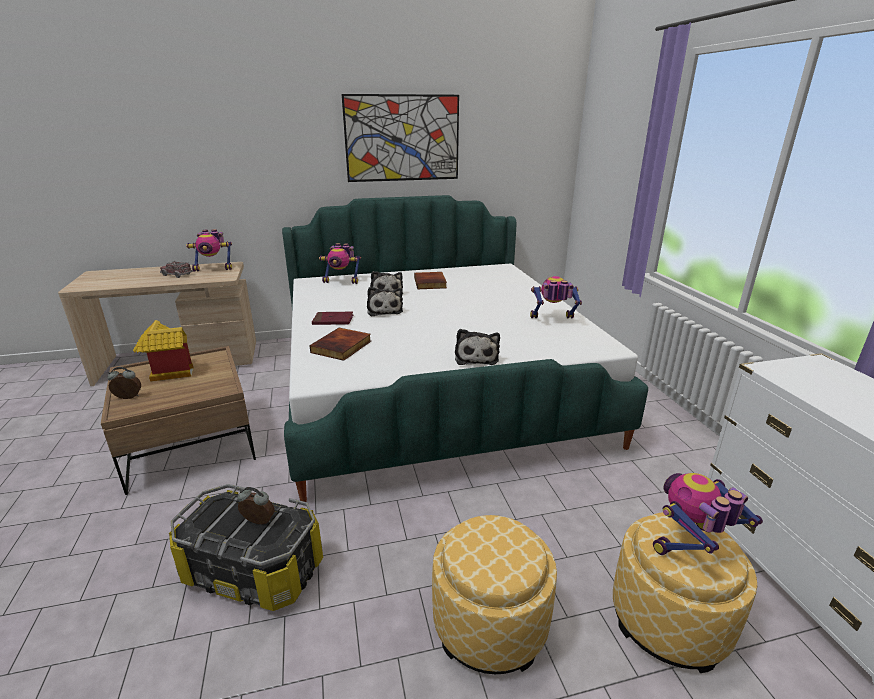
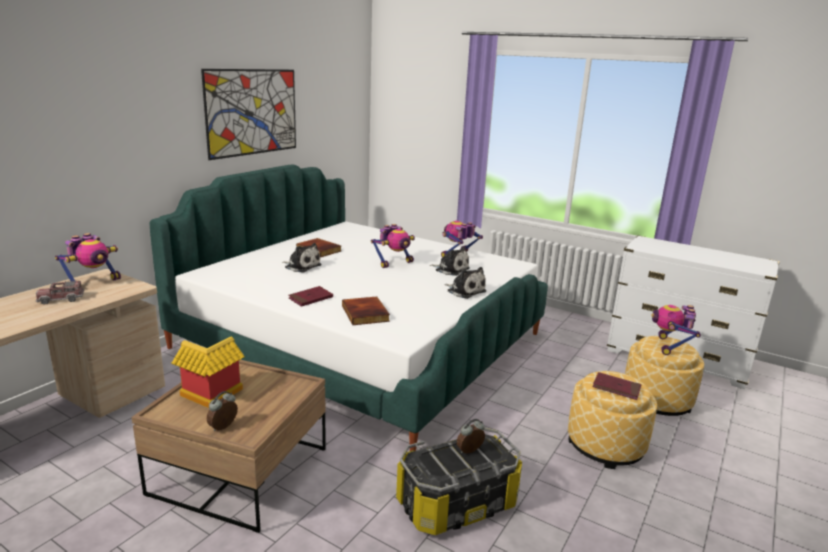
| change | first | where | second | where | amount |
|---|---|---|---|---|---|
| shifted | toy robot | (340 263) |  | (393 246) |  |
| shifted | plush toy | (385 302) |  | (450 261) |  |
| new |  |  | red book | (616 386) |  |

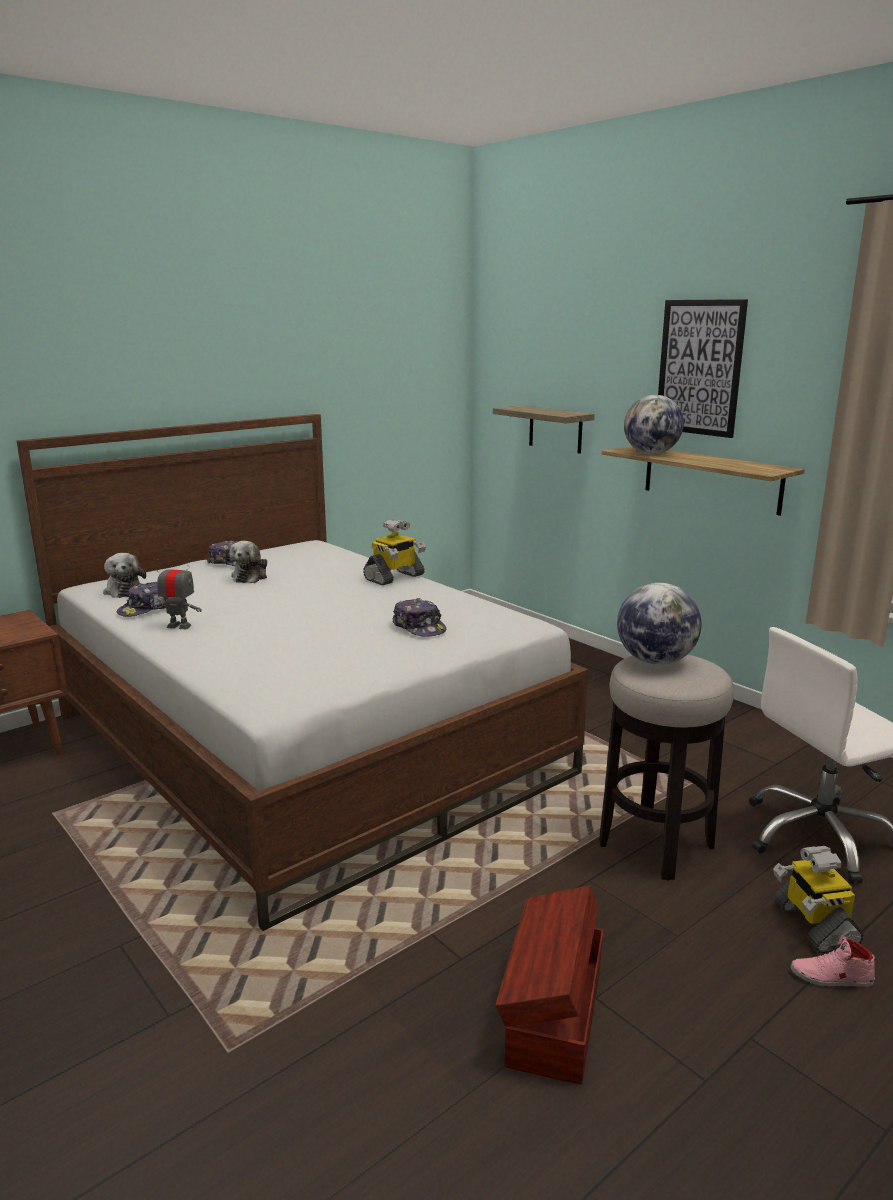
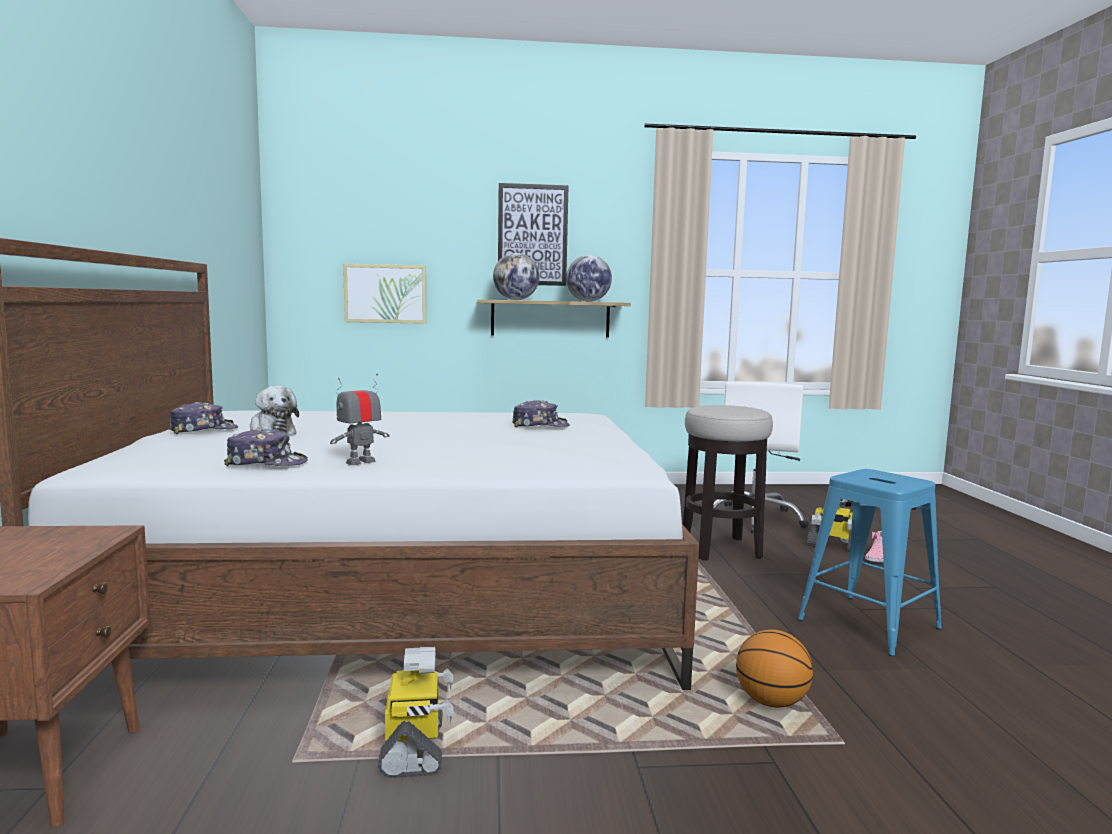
| change | first | where | second | where | amount |
|---|---|---|---|---|---|
| swapped | shelf | (544 429) | picture | (384 293) |  |
| shifted | toy robot | (394 552) |  | (416 712) |  |
| gone | plush toy | (124 575) |  |  |  |
| rotated | cap | (142 599) |  | (266 447) | 75 degrees counterclockwise |
| shifted | globe | (659 624) |  | (589 278) |  |
| swapped | brown storage box | (549 985) | blue stool | (869 562) |  |
| new |  |  | basketball | (774 668) |  |

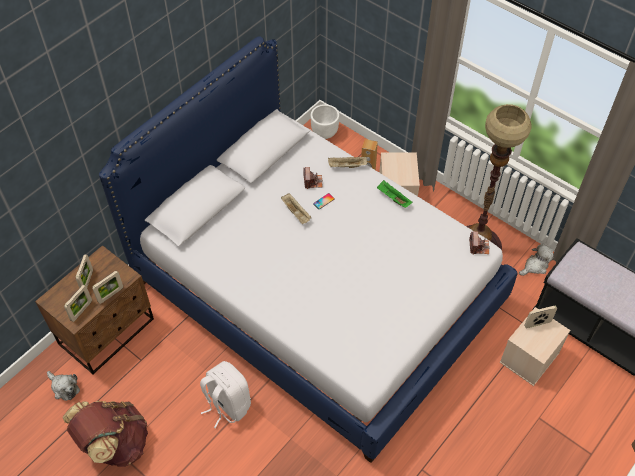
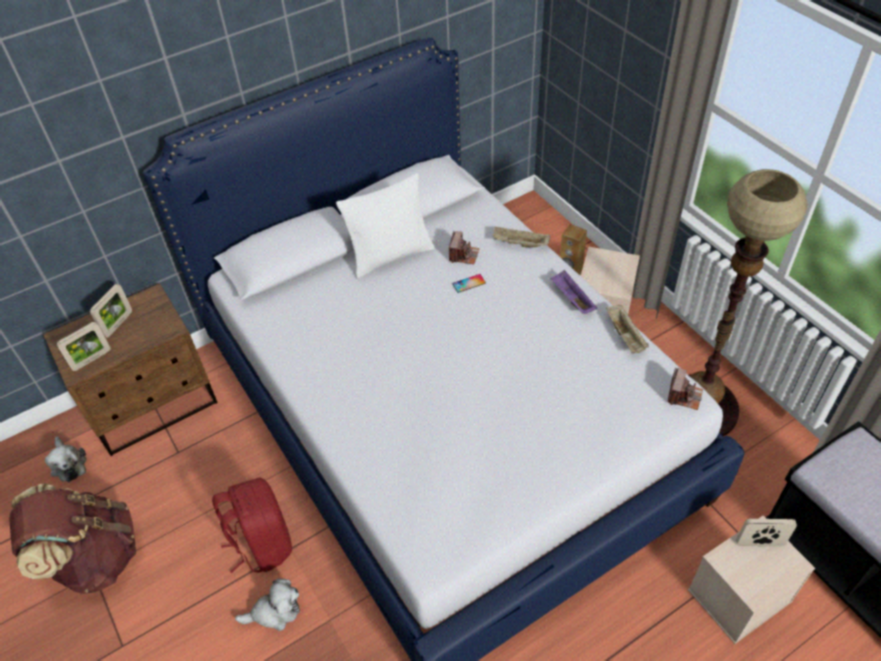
| change | first | where | second | where | amount |
|---|---|---|---|---|---|
| gone | white planter | (324 121) |  |  |  |
| repainted | green tray | (395 194) | purple tray | (574 292) |  |
| shifted | beige tray | (296 209) |  | (627 329) |  |
| shifted | plush toy | (536 260) |  | (267 605) |  |
| gone | picture frame | (107 287) |  |  |  |
| repainted | white backpack | (225 394) | red backpack | (252 525) |  |
| new |  |  | white pillow | (385 226) |  |

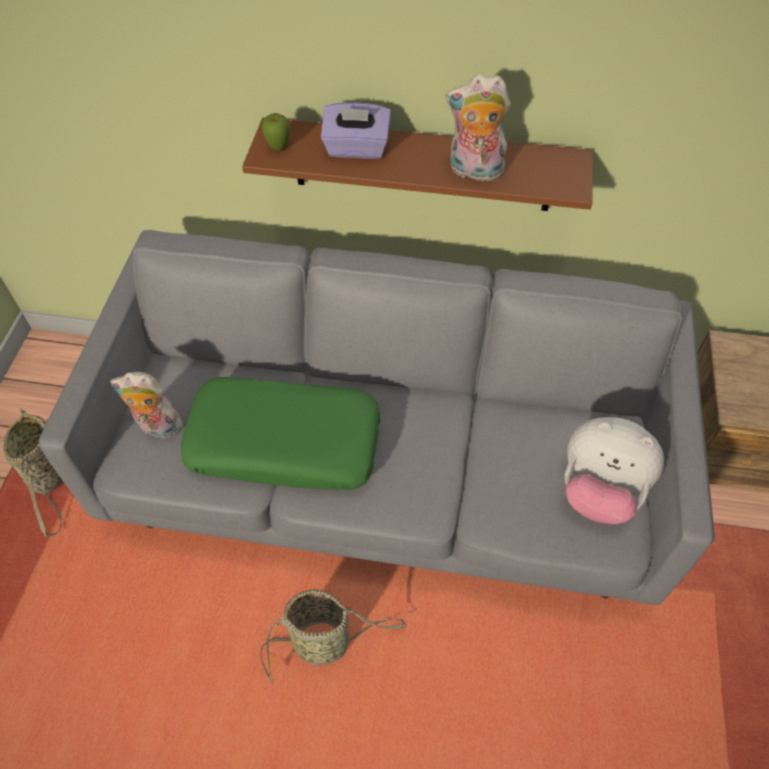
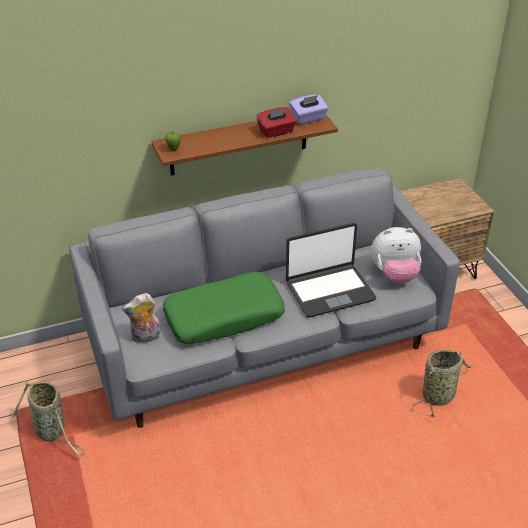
| change | first | where | second | where | amount |
|---|---|---|---|---|---|
| swapped | plush toy | (478 127) | red tissue box | (276 122) |  |
| shifted | purple tissue box | (356 130) |  | (308 109) |  |
| shifted | basket | (333 637) |  | (443 384) |  |
| new |  |  | laptop | (331 270) |  |

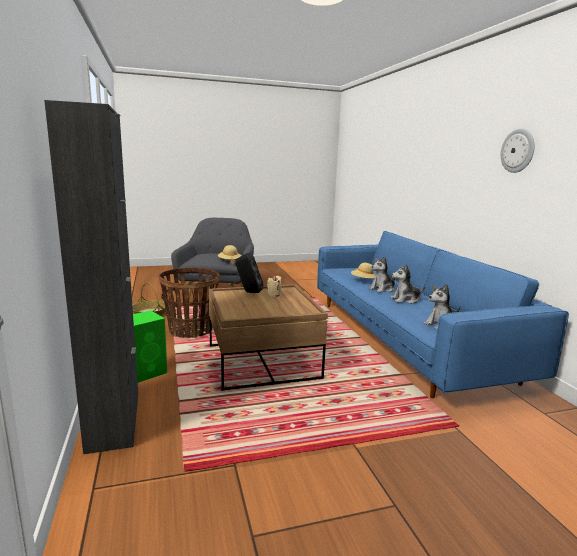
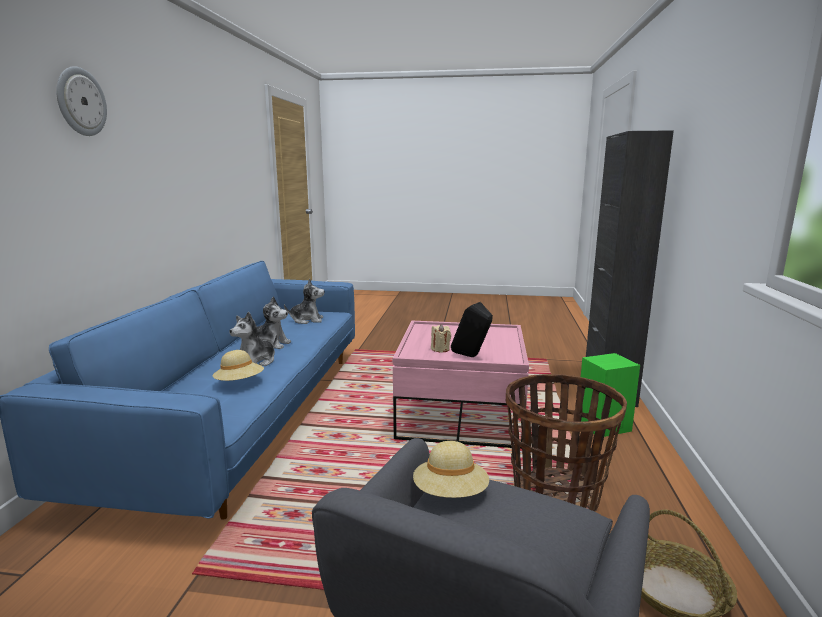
| change | first | where | second | where | amount |
|---|---|---|---|---|---|
| shifted | wall clock | (517 151) |  | (81 101) |  |
| rotated | plush toy | (382 274) |  | (253 339) | 135 degrees clockwise |
| repainted | brown coffee table | (268 337) | pink coffee table | (461 385) |  |

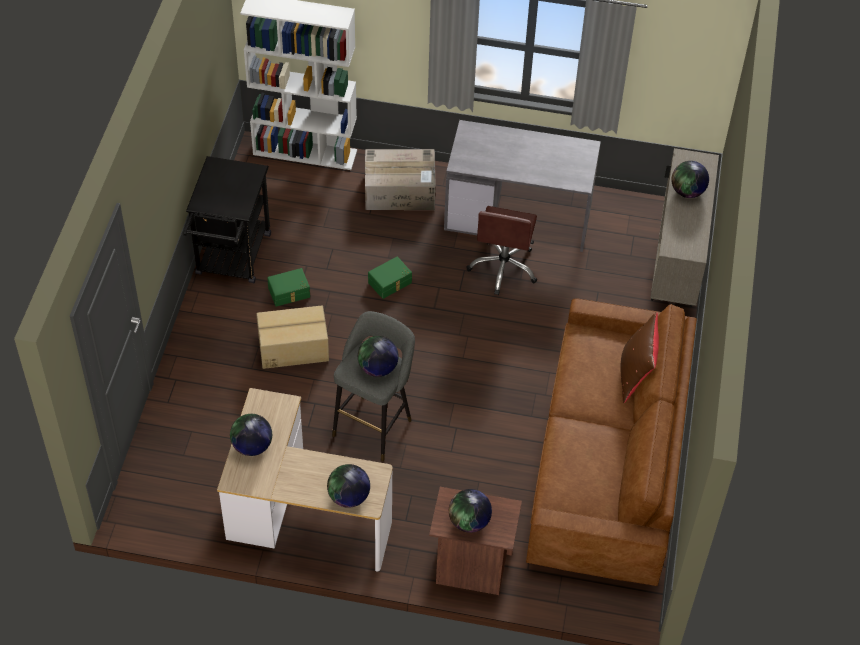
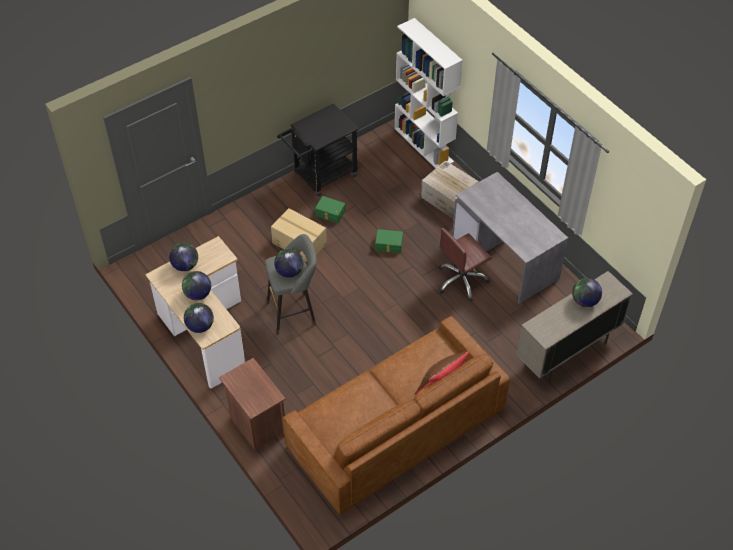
| change | first | where | second | where | amount |
|---|---|---|---|---|---|
| shifted | globe | (470 511) |  | (196 285) |  |

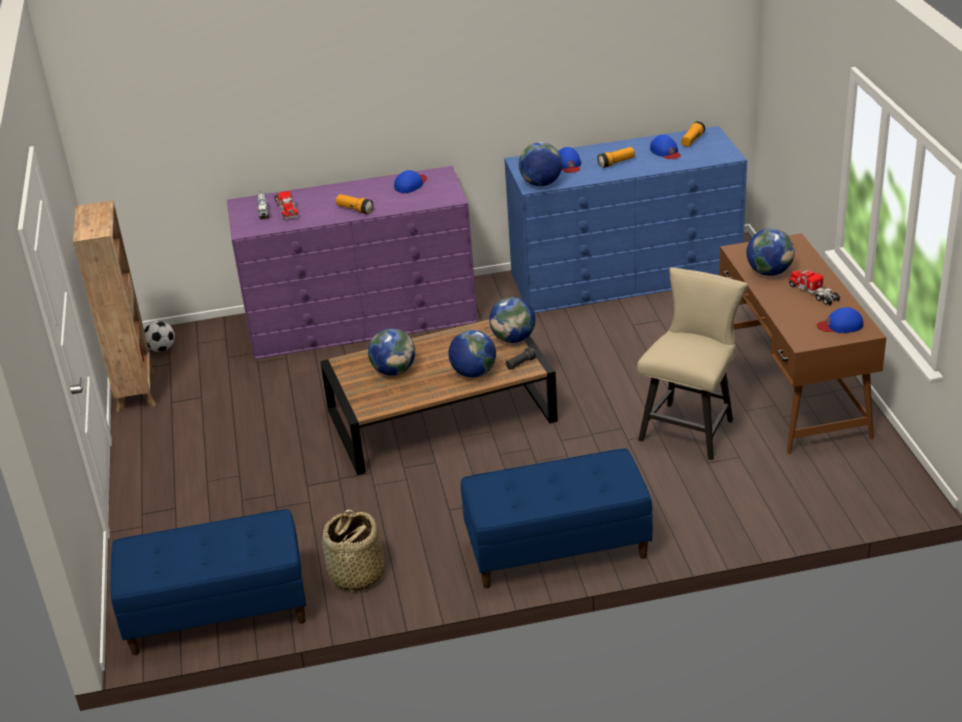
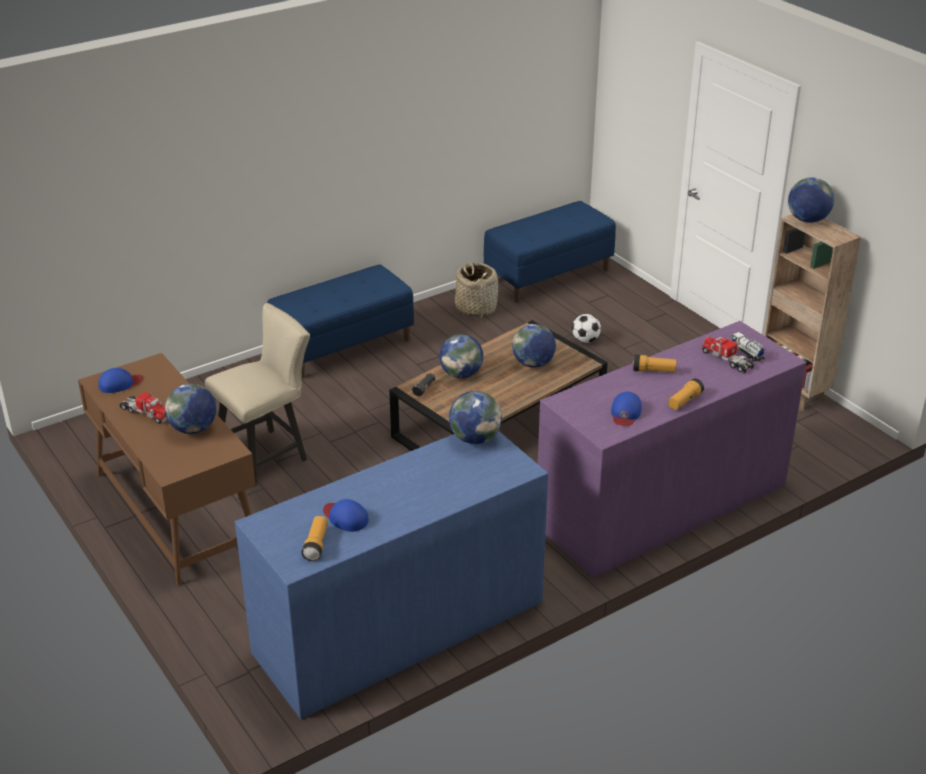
| change | first | where | second | where | amount |
|---|---|---|---|---|---|
| gone | blue cap | (569 160) |  |  |  |
| shifted | flashlight | (616 157) |  | (686 394) |  |
| rotated | beige chair | (692 363) |  | (257 395) | 135 degrees counterclockwise |
| shifted | globe | (512 320) |  | (811 200) |  |
| shifted | football | (159 336) |  | (586 328) |  |

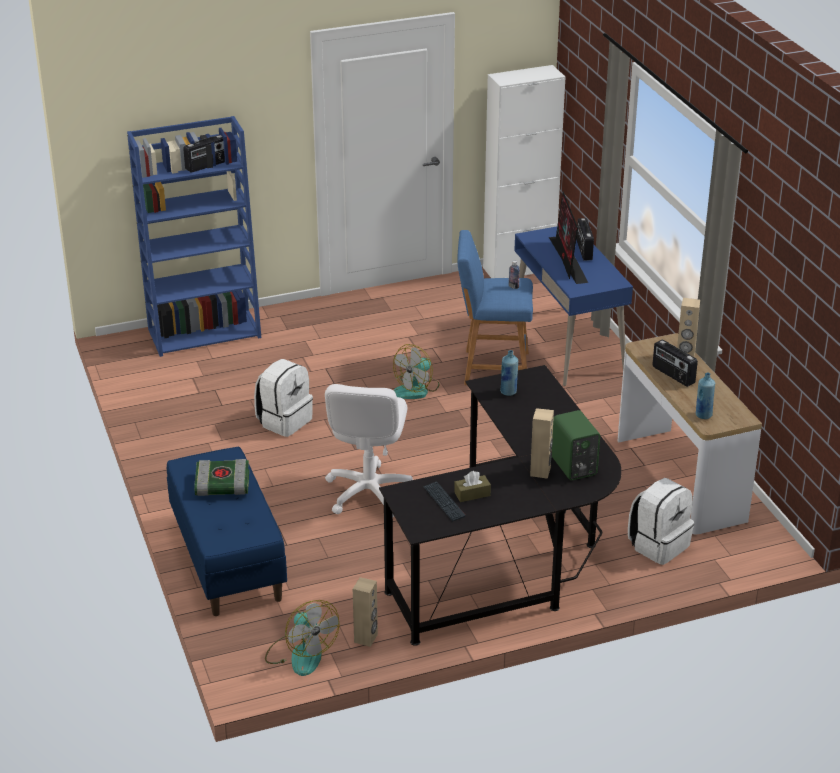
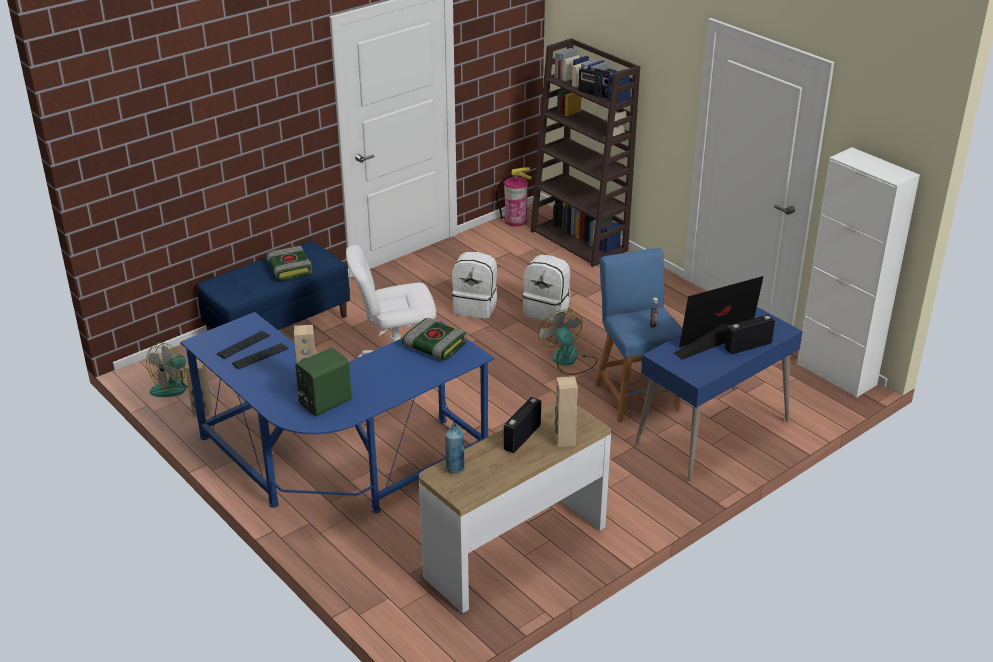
| change | first | where | second | where | amount |
|---|---|---|---|---|---|
| repainted | blue bookcase | (194 236) | brown bookcase | (585 152) |  |
| rotated | fan | (416 371) |  | (568 342) | 45 degrees clockwise |
| swapped | blue bottle | (509 373) | book | (434 338) |  |
| repainted | black desk | (500 505) | blue desk | (337 412) |  |
| swapped | brown tissue box | (472 486) | keyboard | (260 356) |  |
| shifted | white backpack | (661 521) |  | (546 289) |  |
| new |  |  | fire extinguisher | (514 197) |  |

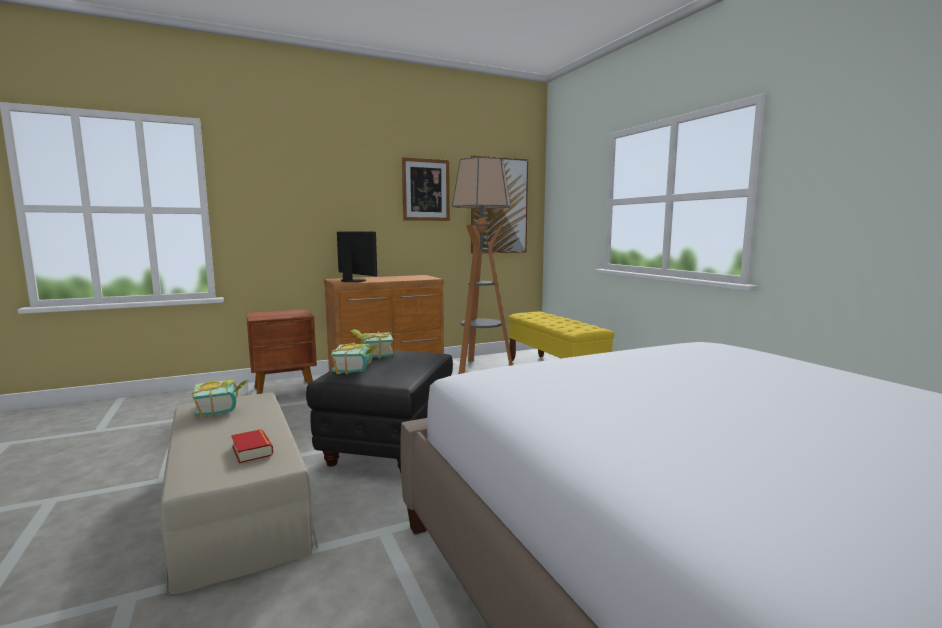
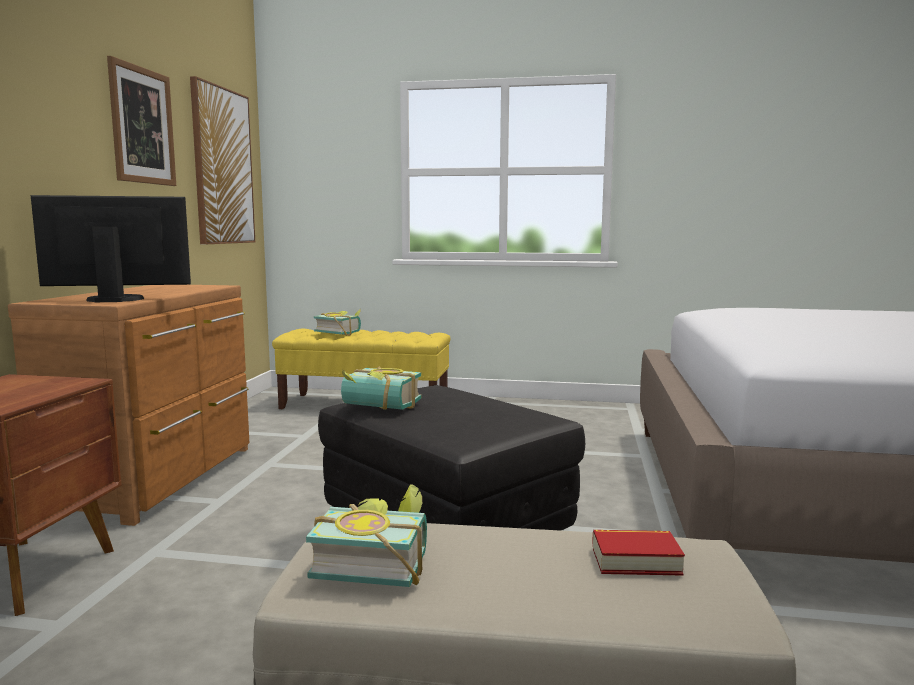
| change | first | where | second | where | amount |
|---|---|---|---|---|---|
| gone | floor lamp | (482 265) |  |  |  |
| shifted | book | (355 358) |  | (337 322) |  |

